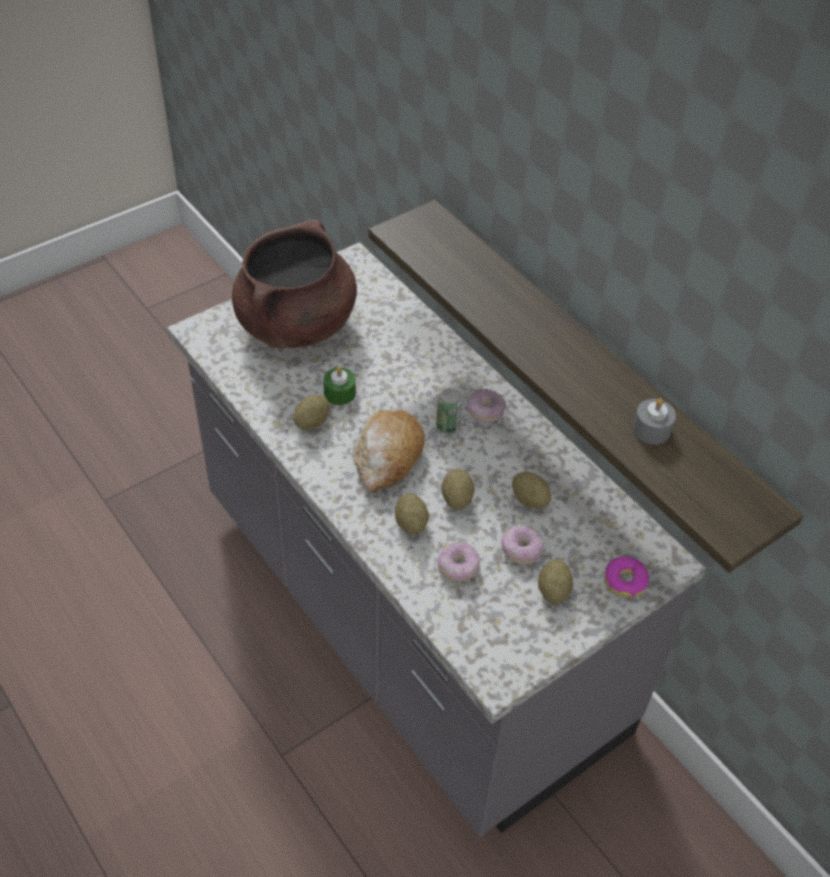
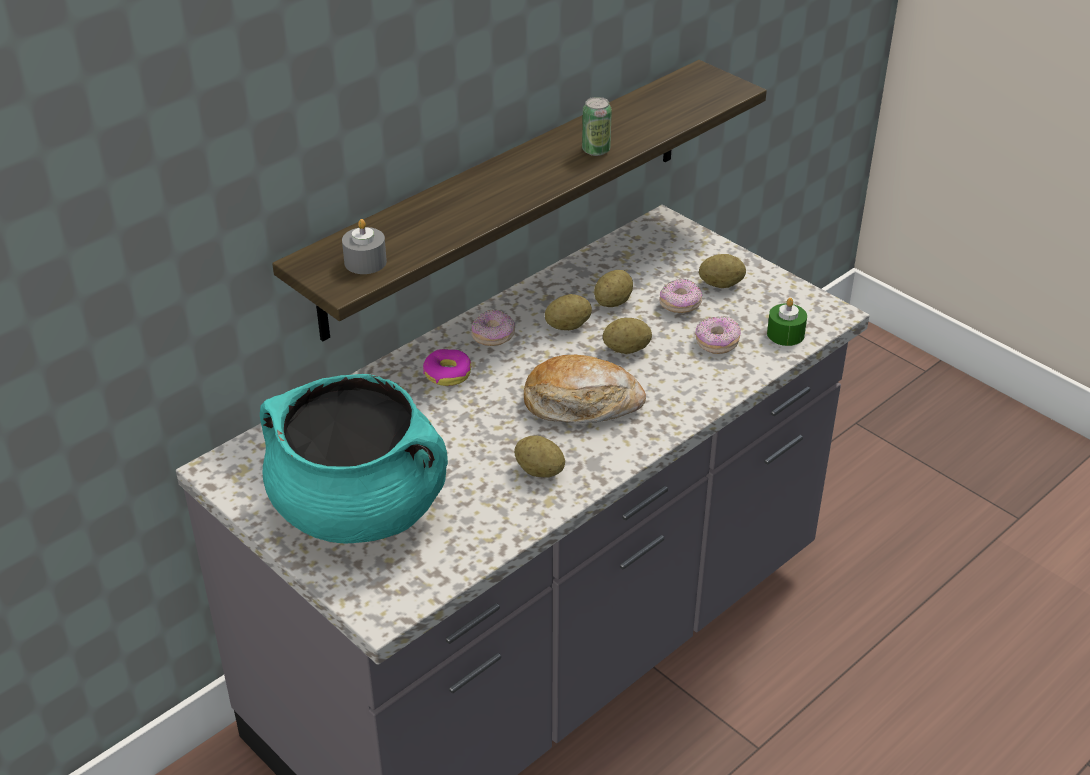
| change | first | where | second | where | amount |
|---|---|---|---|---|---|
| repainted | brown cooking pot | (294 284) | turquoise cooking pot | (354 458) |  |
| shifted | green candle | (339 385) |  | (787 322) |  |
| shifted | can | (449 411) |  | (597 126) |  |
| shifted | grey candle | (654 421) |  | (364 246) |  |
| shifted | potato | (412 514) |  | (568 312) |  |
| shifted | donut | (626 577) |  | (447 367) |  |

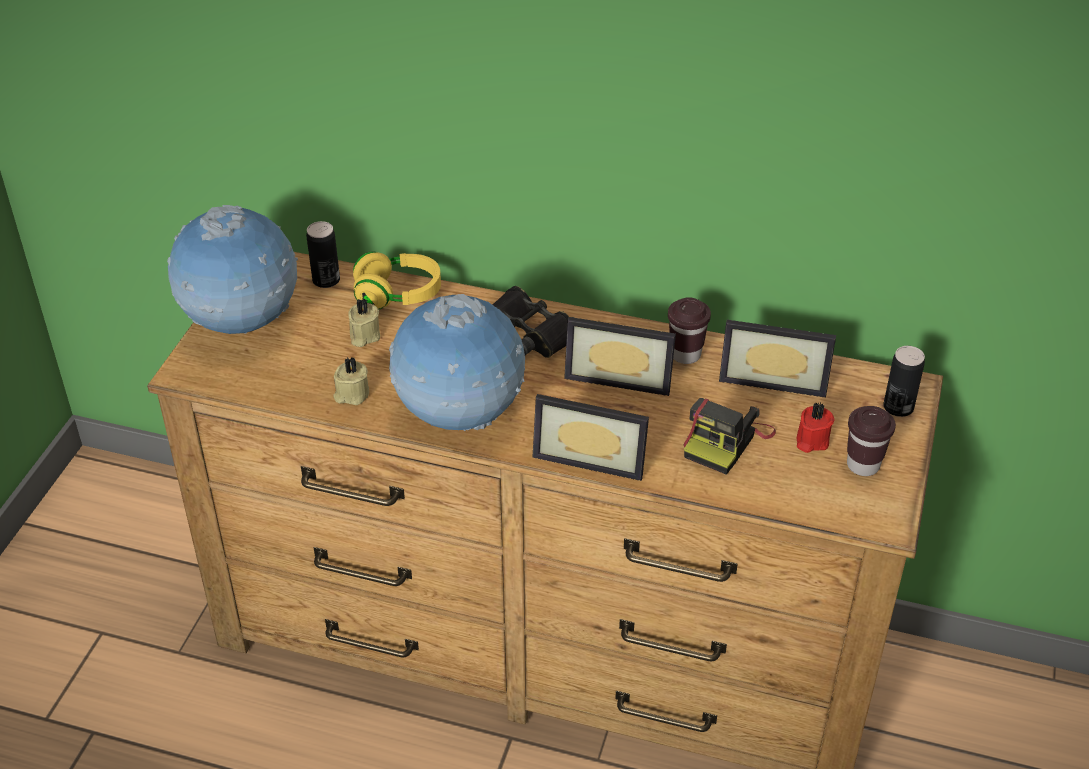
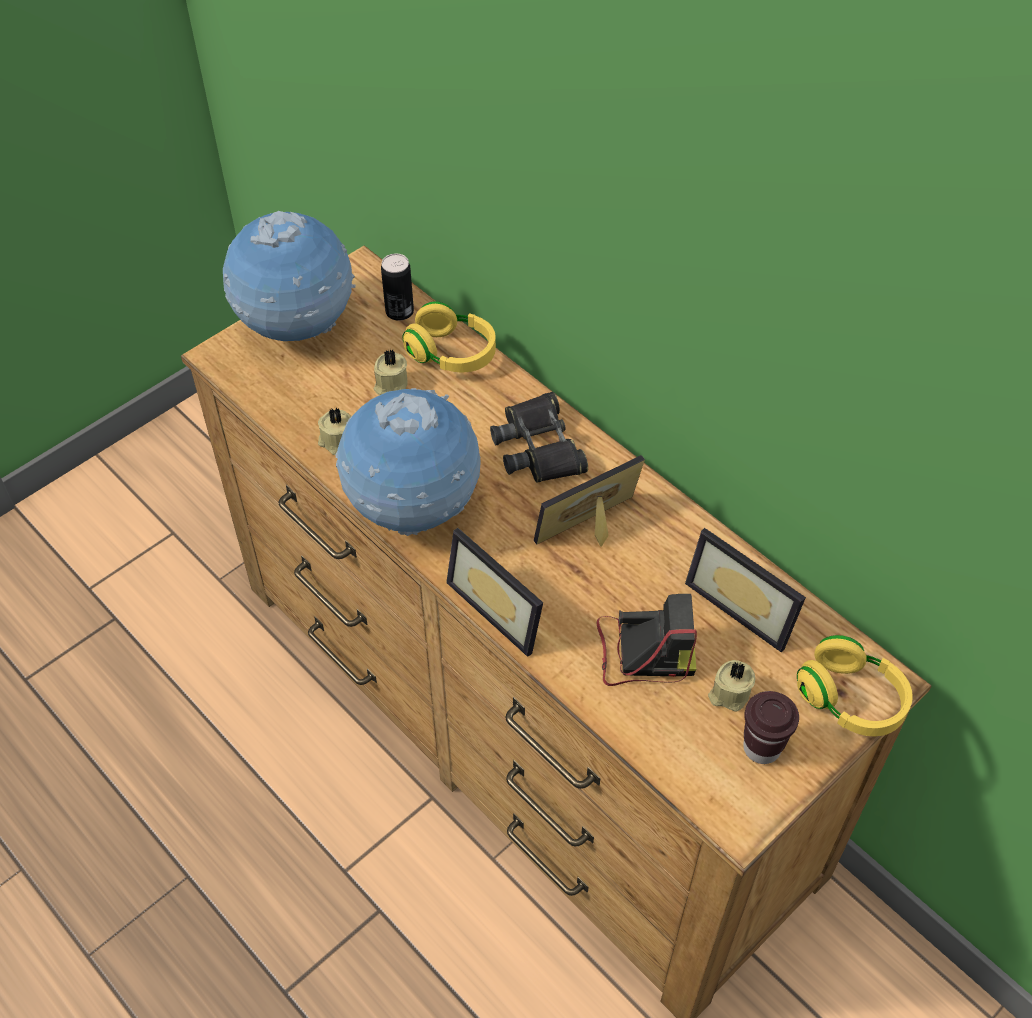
| change | first | where | second | where | amount |
|---|---|---|---|---|---|
| gone | brown cup | (689 330) |  |  |  |
| rotated | picture frame | (620 356) |  | (589 501) | 105 degrees clockwise |
| swapped | can | (904 381) | yellow headphones | (855 685) |  |
| rotated | photo camera | (730 436) |  | (646 640) | 150 degrees counterclockwise |
| repainted | red candle | (815 427) | beige candle | (731 686) |  |

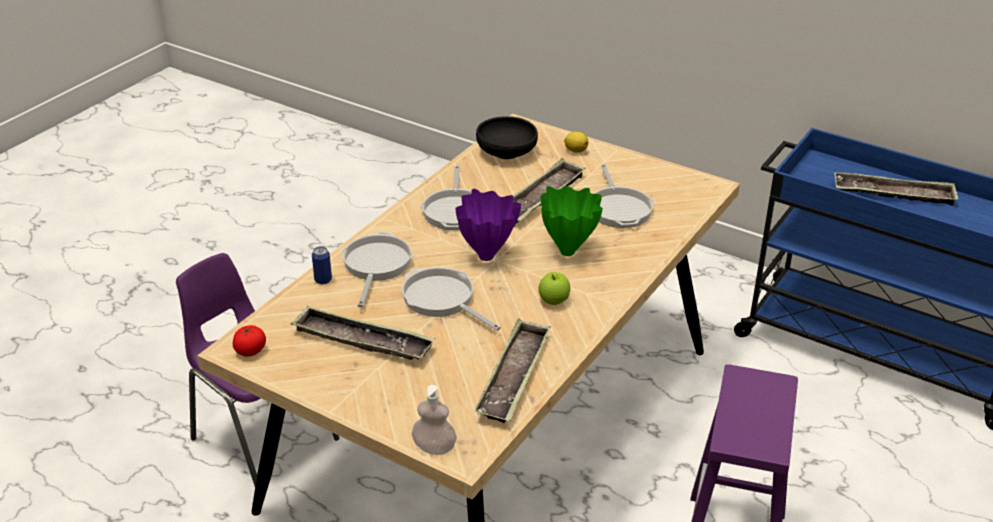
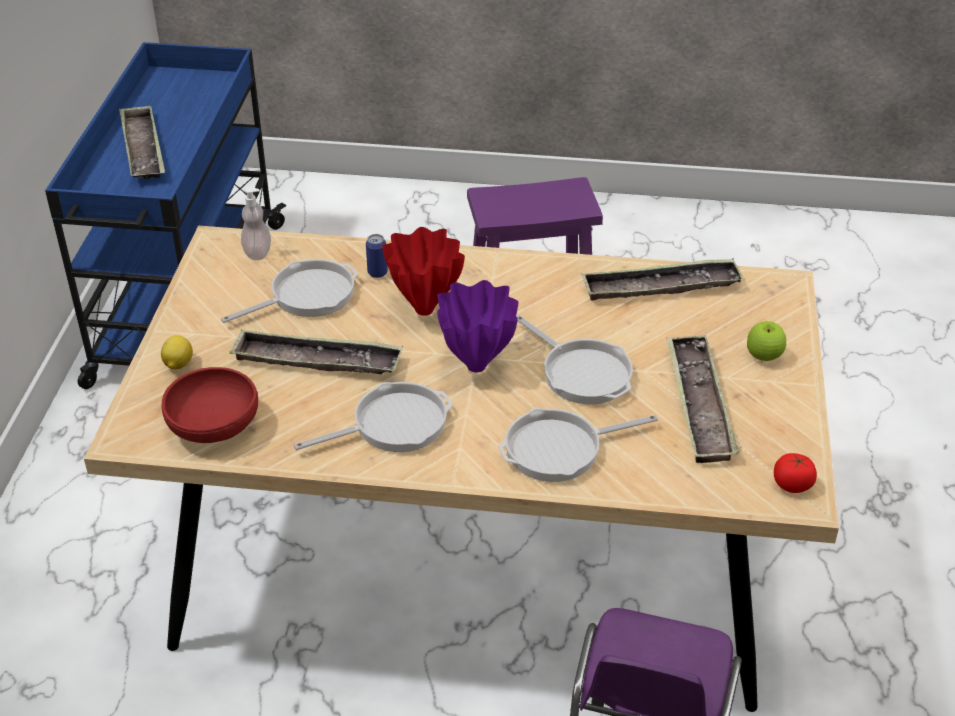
| change | first | where | second | where | amount |
|---|---|---|---|---|---|
| repainted | black bowl | (507 137) | red bowl | (209 405) |  |
| repainted | green vase | (571 221) | red vase | (423 271) |  |
| shifted | can | (322 265) |  | (377 256) |  |
| rotated | frying pan | (451 299) |  | (575 359) | 60 degrees counterclockwise |
| shifted | apple | (554 288) |  | (766 341) |  |
| shifted | soap dispenser | (434 420) |  | (256 223) |  |

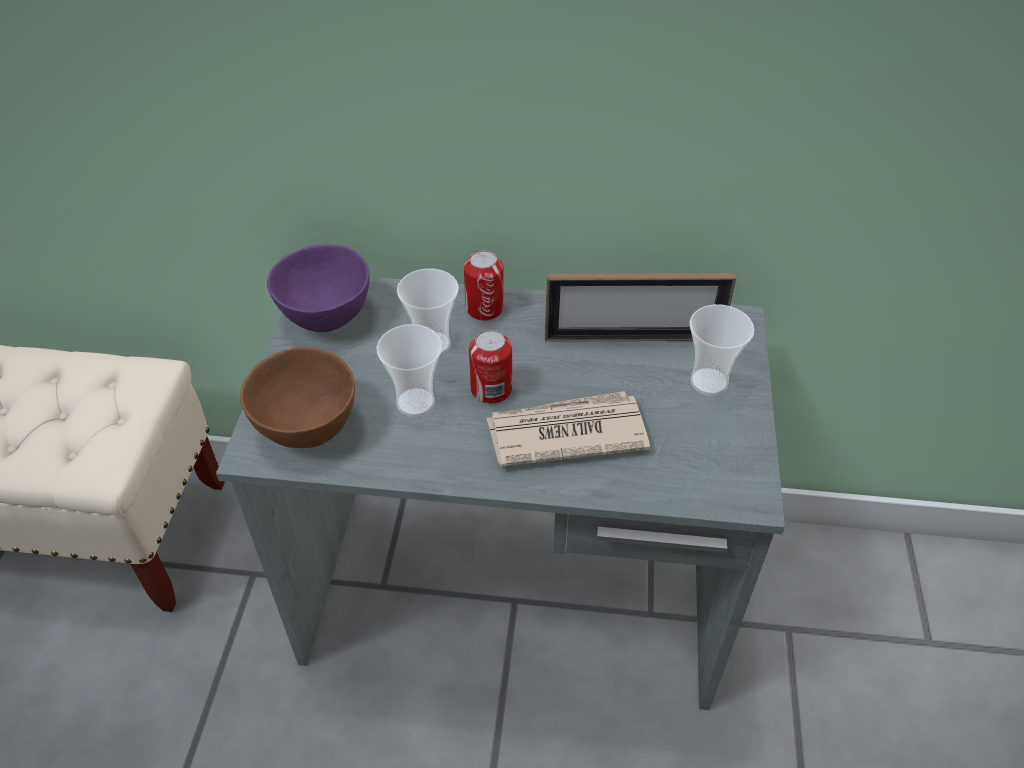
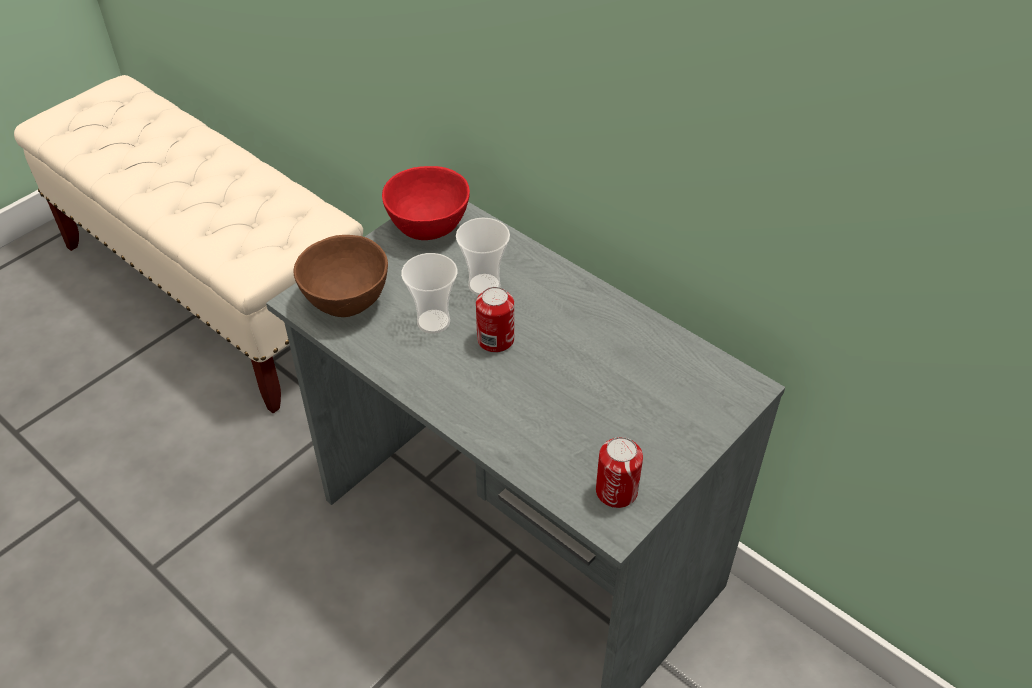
| change | first | where | second | where | amount |
|---|---|---|---|---|---|
| repainted | purple bowl | (318 288) | red bowl | (426 203) |  |
| shifted | can | (484 285) |  | (619 472) |  |
| gone | picture frame | (640 307) |  |  |  |
| gone | cup | (721 350) |  |  |  |
| gone | newspaper | (568 429) |  |  |  |

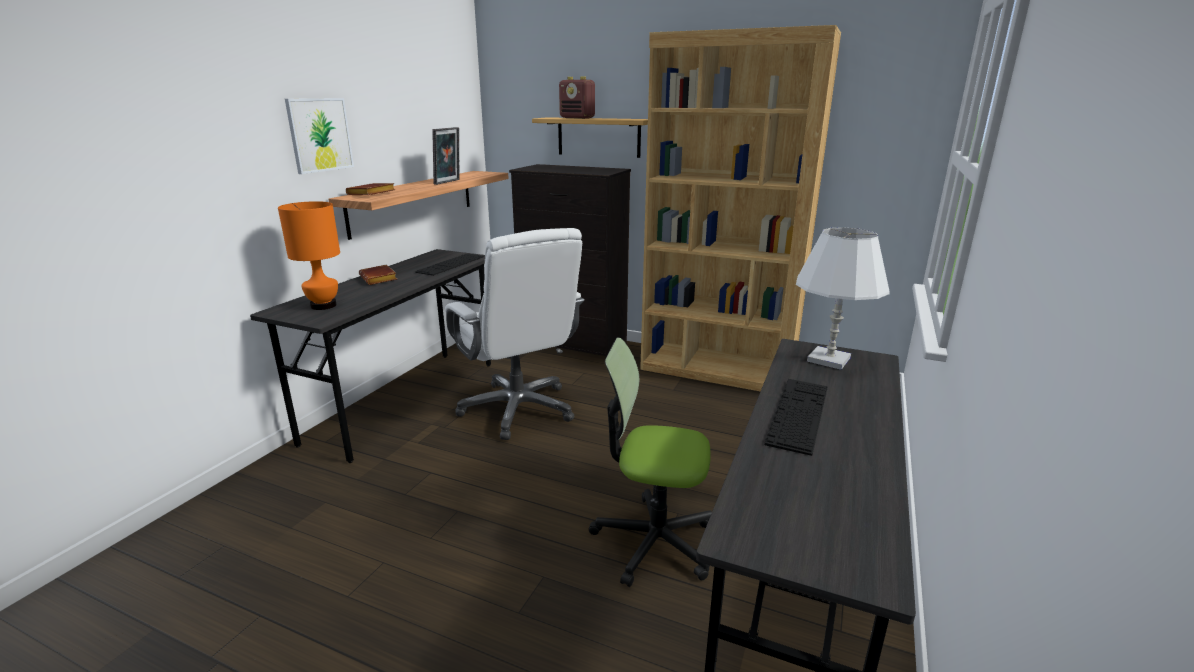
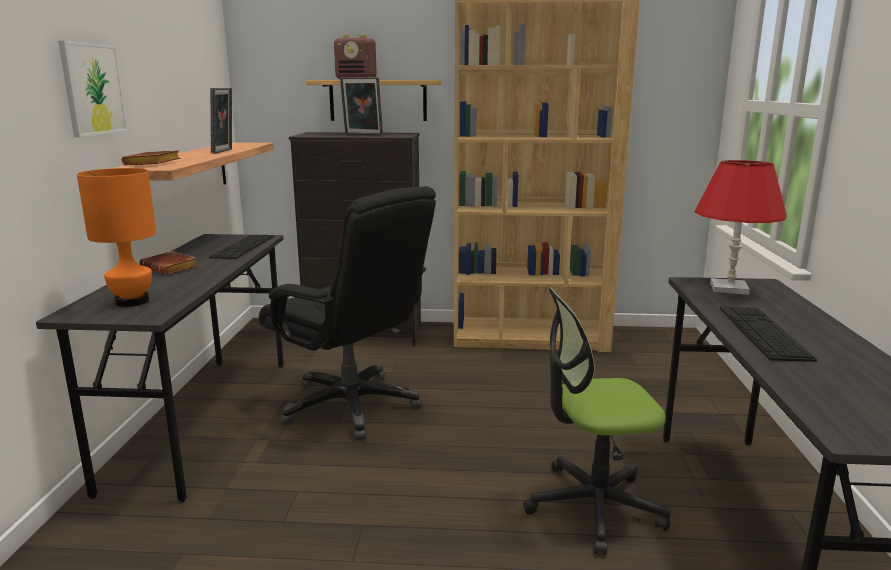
| change | first | where | second | where | amount |
|---|---|---|---|---|---|
| repainted | white table lamp | (843 298) | red table lamp | (741 227) |  |
| repainted | white office chair | (514 334) | black office chair | (347 313) |  |
| new |  |  | picture frame | (361 106) |  |

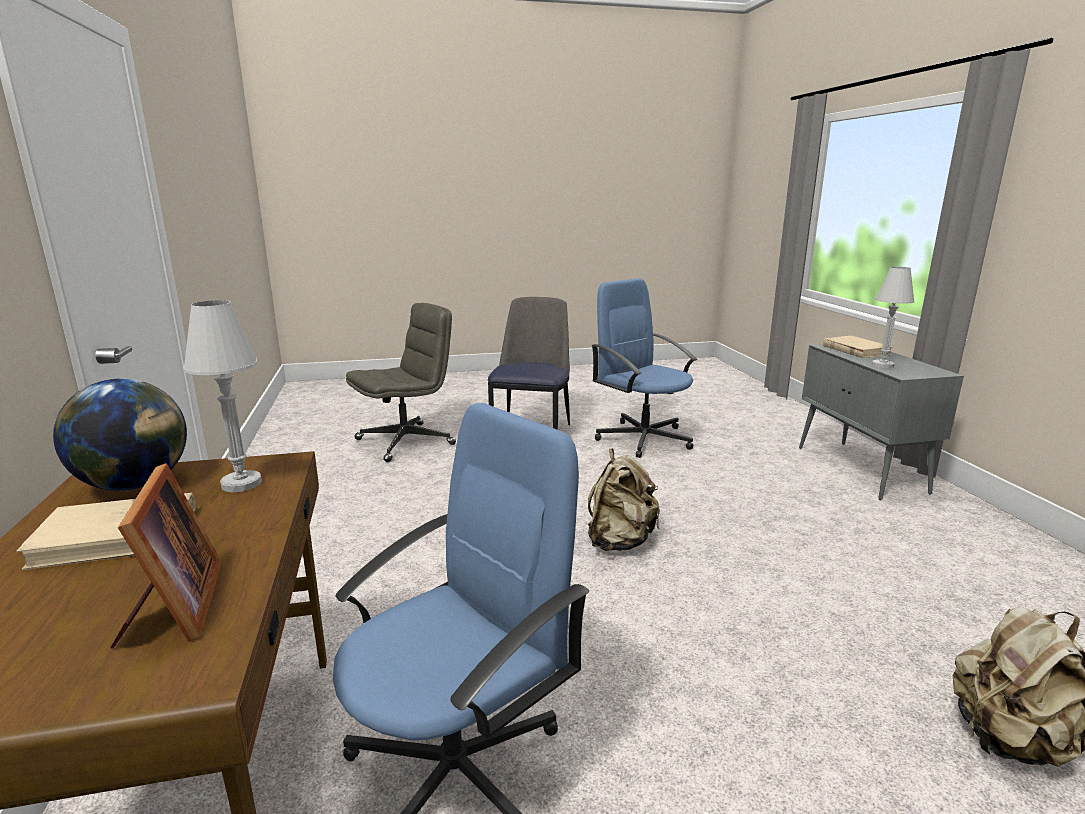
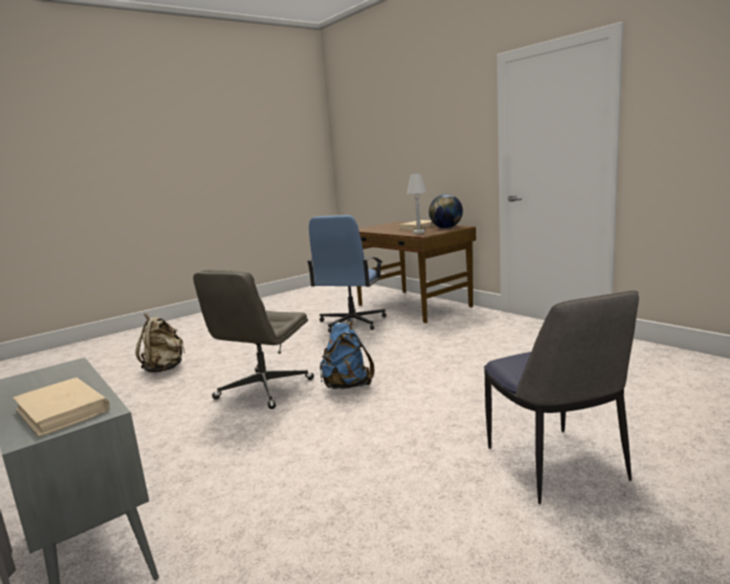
| change | first | where | second | where | amount |
|---|---|---|---|---|---|
| gone | white table lamp | (893 317) |  |  |  |
| gone | blue office chair | (644 368) |  |  |  |
| shifted | grey office chair | (401 382) |  | (253 339) |  |
| repainted | beige backpack | (624 499) | blue backpack | (347 354) |  |
| gone | picture frame | (166 556) |  |  |  |

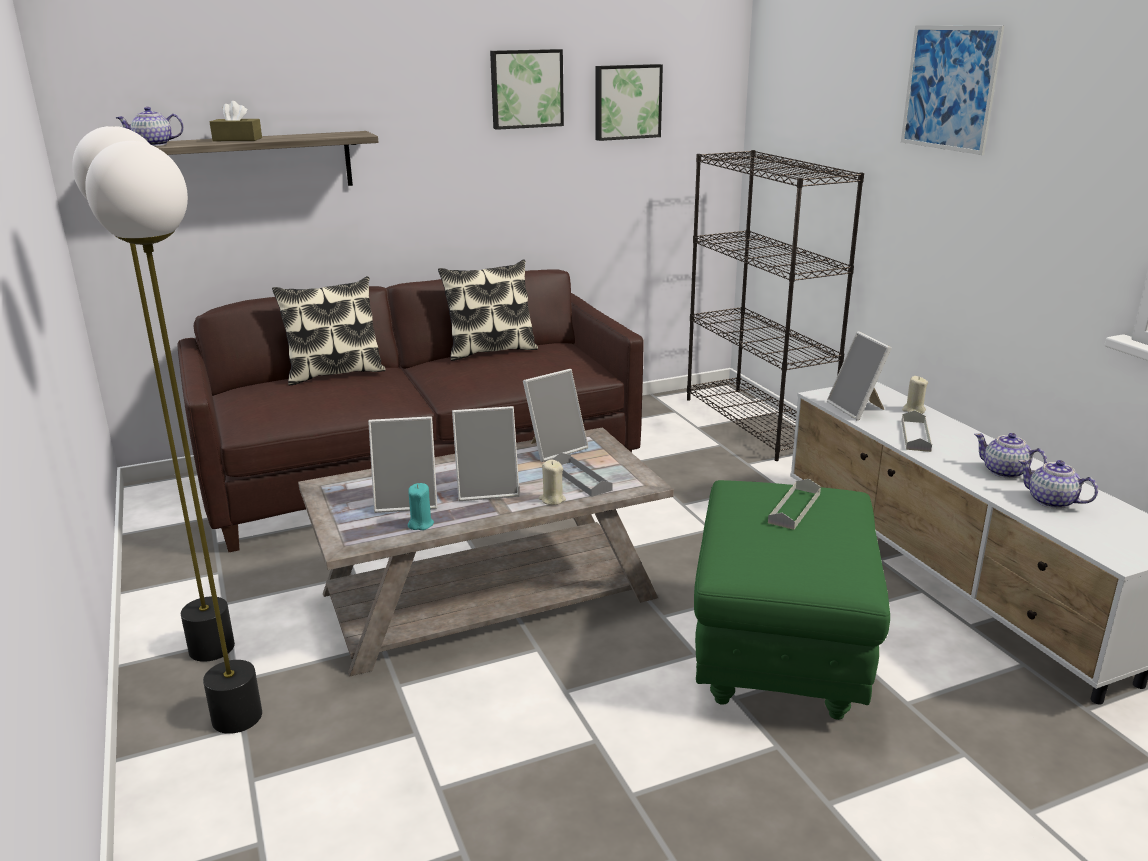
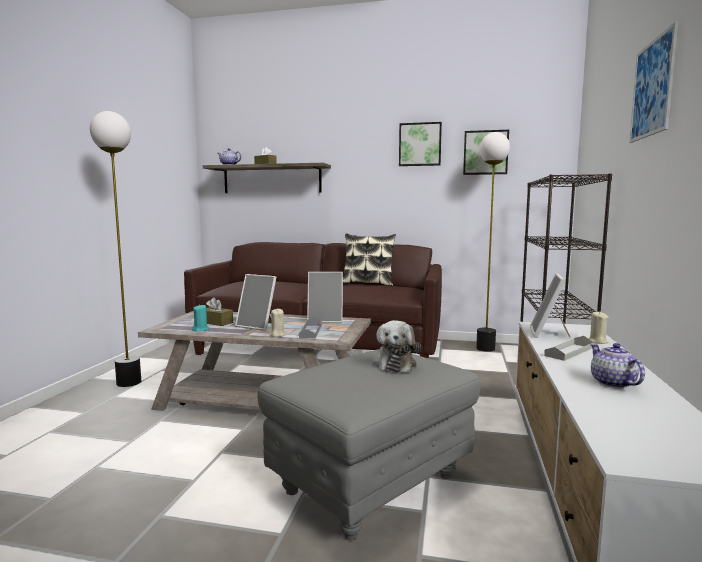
| change | first | where | second | where | amount |
|---|---|---|---|---|---|
| shifted | floor lamp | (173 437) |  | (493 242) |  |
| gone | pillow | (329 331) |  |  |  |
| swapped | picture frame | (402 464) | brown tissue box | (219 311) |  |
| gone | teapot | (1058 484) |  |  |  |
| swapped | grey tray | (794 504) | plush toy | (396 346) |  |
| repainted | green ottoman | (792 600) | grey ottoman | (369 444) |  |

